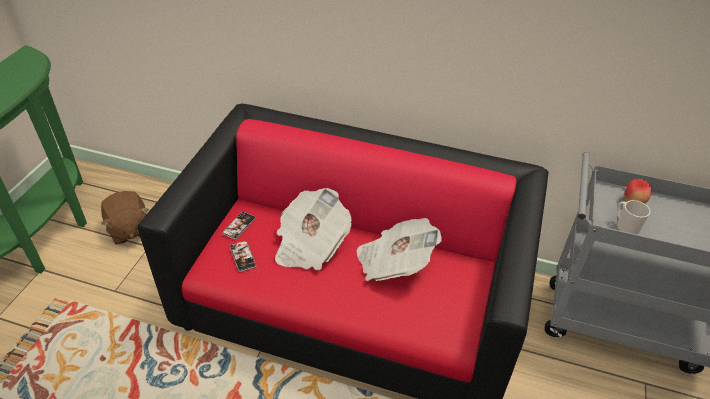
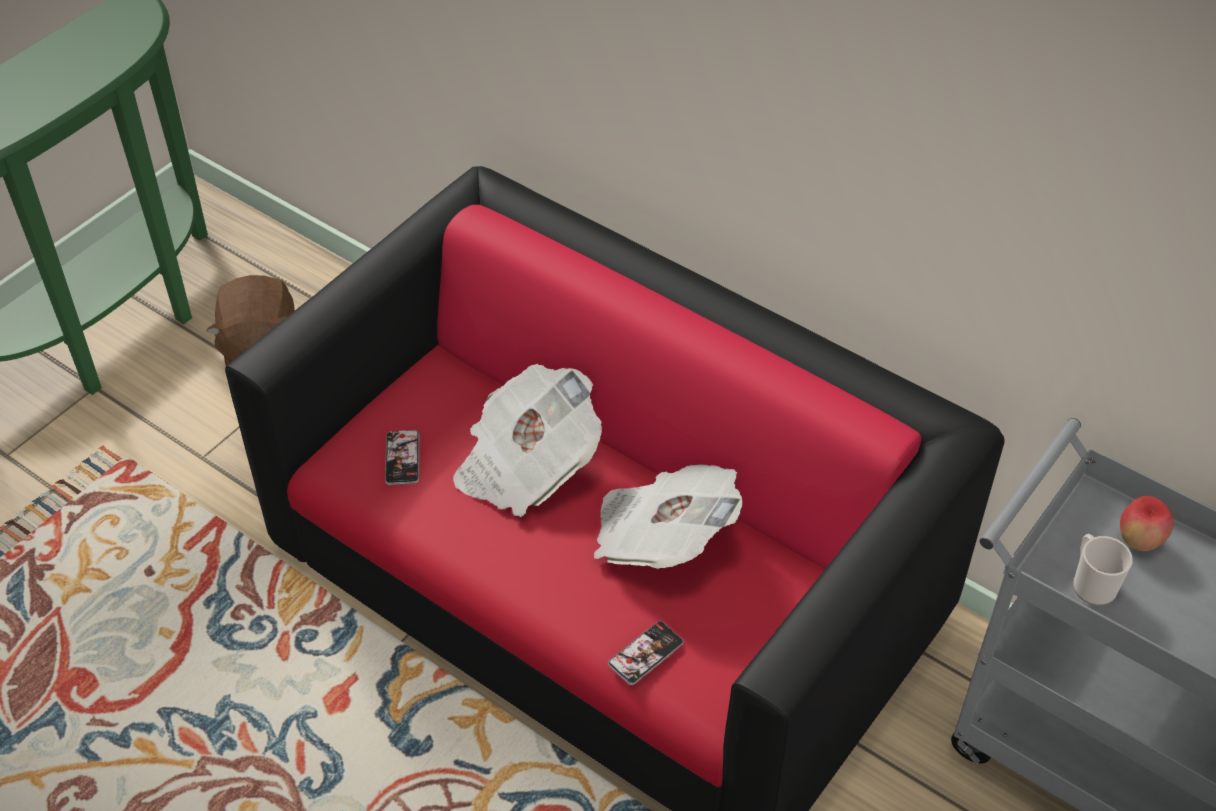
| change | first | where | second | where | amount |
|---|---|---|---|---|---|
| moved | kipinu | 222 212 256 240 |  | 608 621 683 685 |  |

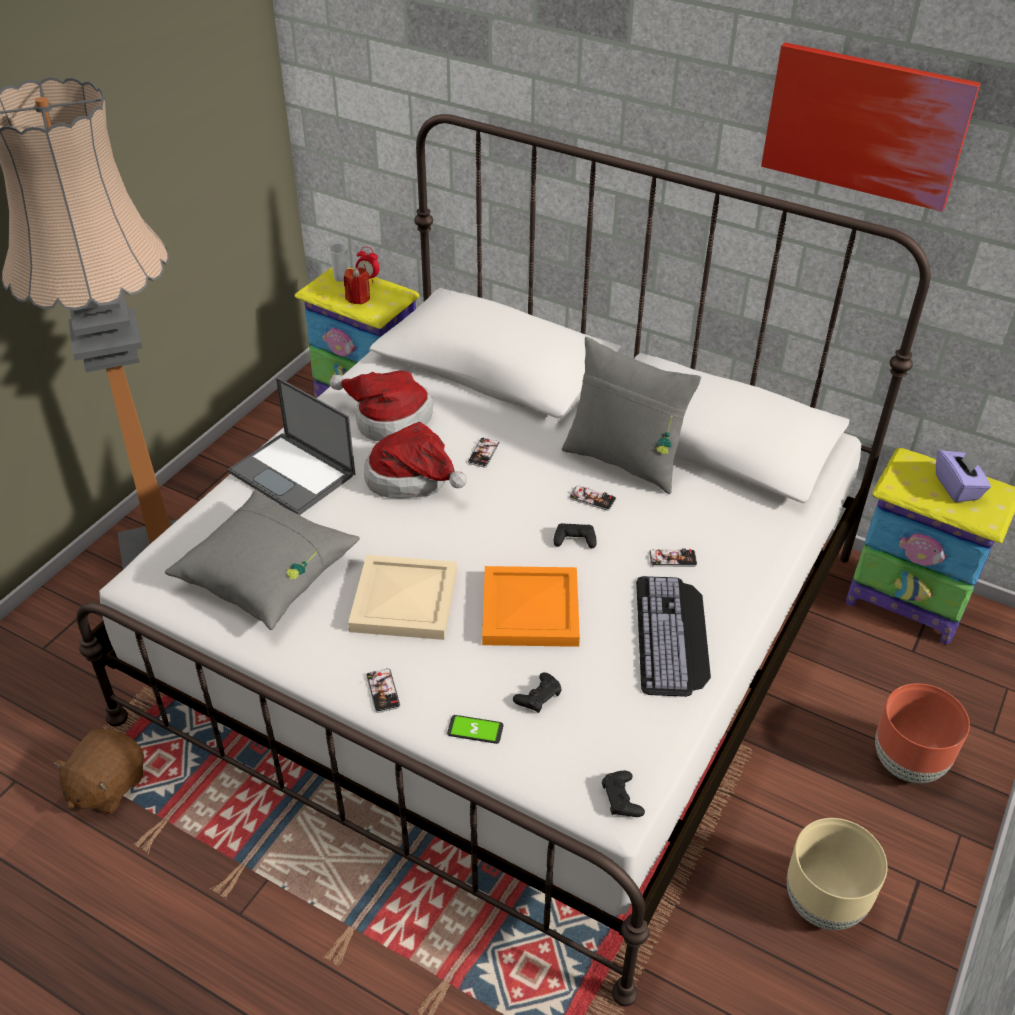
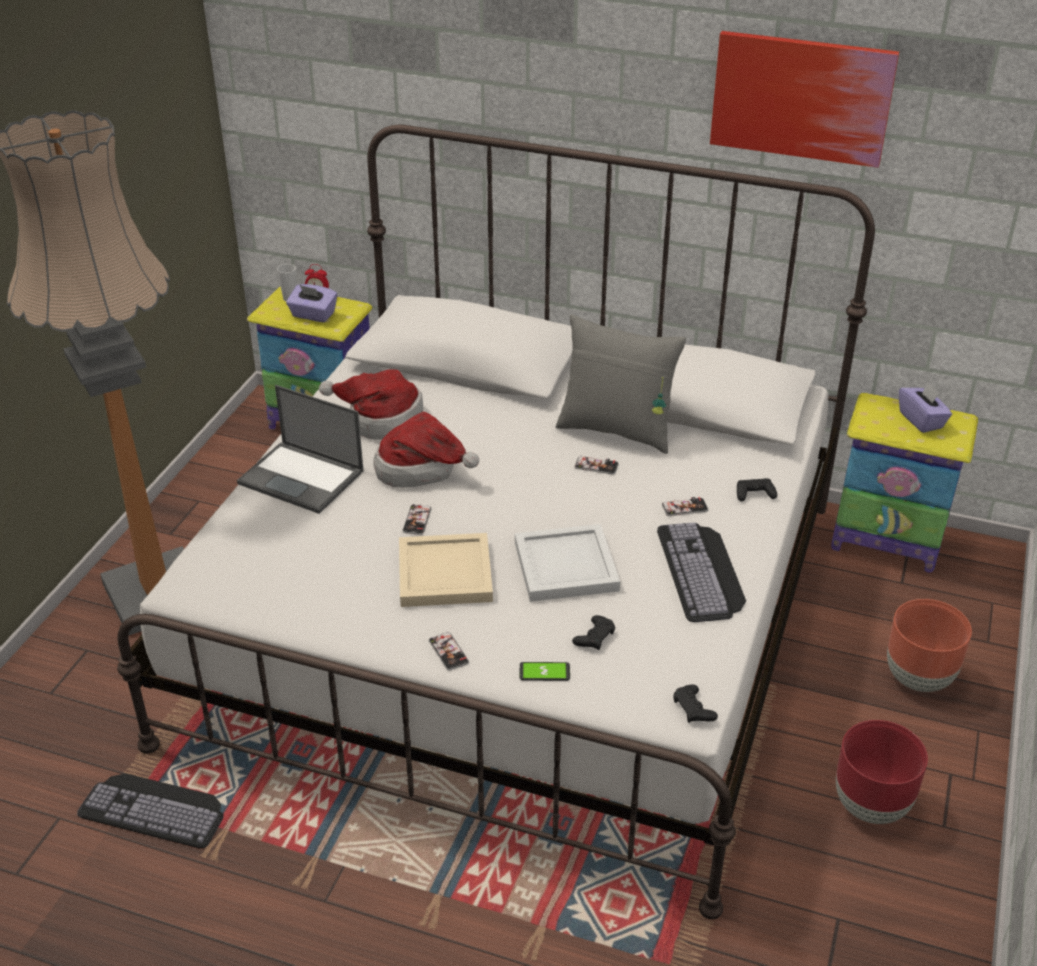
| change | first | where | second | where | amount |
|---|---|---|---|---|---|
| replaced | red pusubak | 344 267 370 304 | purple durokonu | 286 284 337 322 |  |
| moved | kipinu | 468 437 500 467 |  | 402 504 432 535 |  |
| removed | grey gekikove | 165 490 360 630 |  |  |  |
| moved | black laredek | 554 523 596 548 |  | 737 478 777 501 |  |
| recoloured | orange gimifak | 482 566 580 647 | white gimifak | 515 524 620 602 |  |
| replaced | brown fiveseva | 53 729 144 814 | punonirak | 77 773 224 848 |  |
| recoloured | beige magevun | 787 818 888 930 | red magevun | 836 720 928 824 |  |

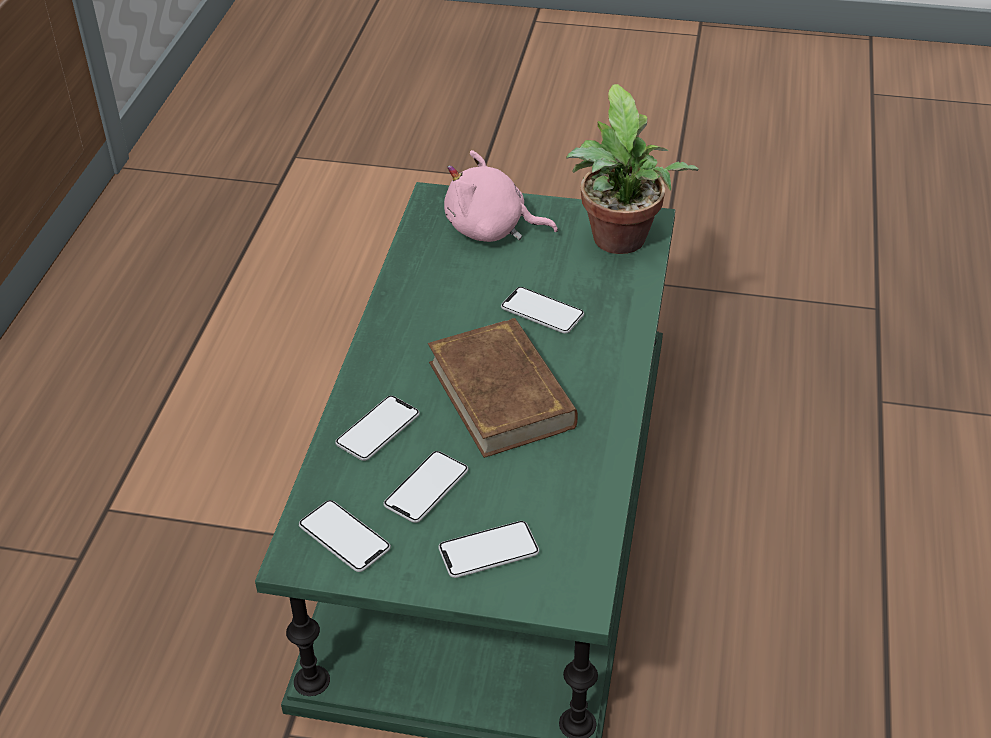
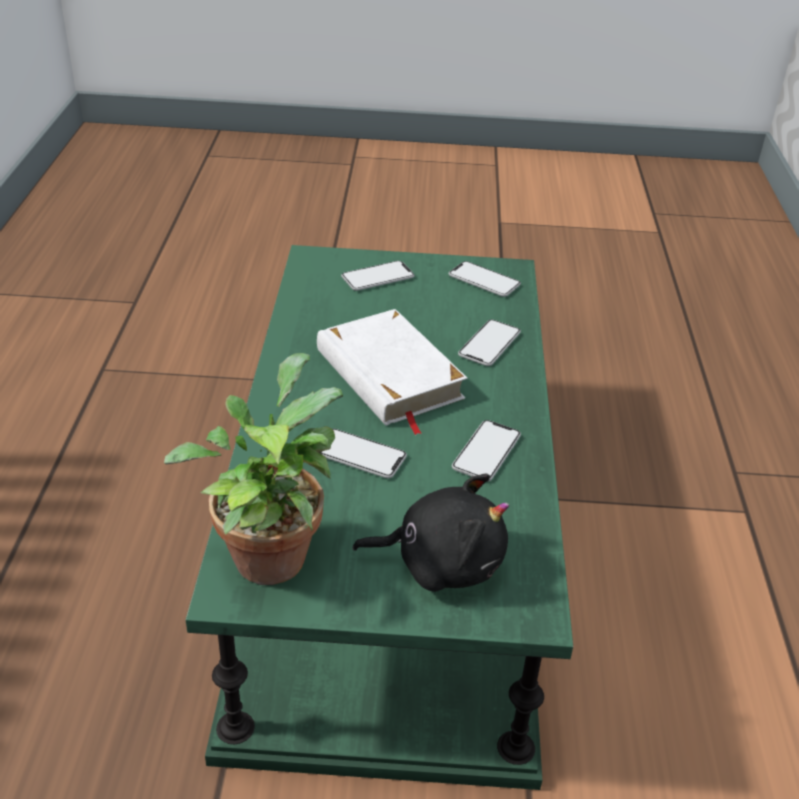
| change | first | where | second | where | amount |
|---|---|---|---|---|---|
| recoloured | pink fiveseva | 444 150 558 242 | black fiveseva | 352 474 509 592 |  |
| recoloured | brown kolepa | 428 318 578 458 | white kolepa | 317 309 467 435 |  |
| moved | kipinu | 383 451 468 523 |  | 452 420 521 481 |  |

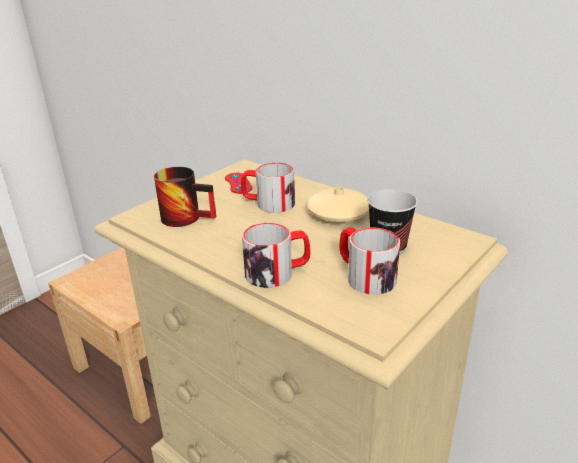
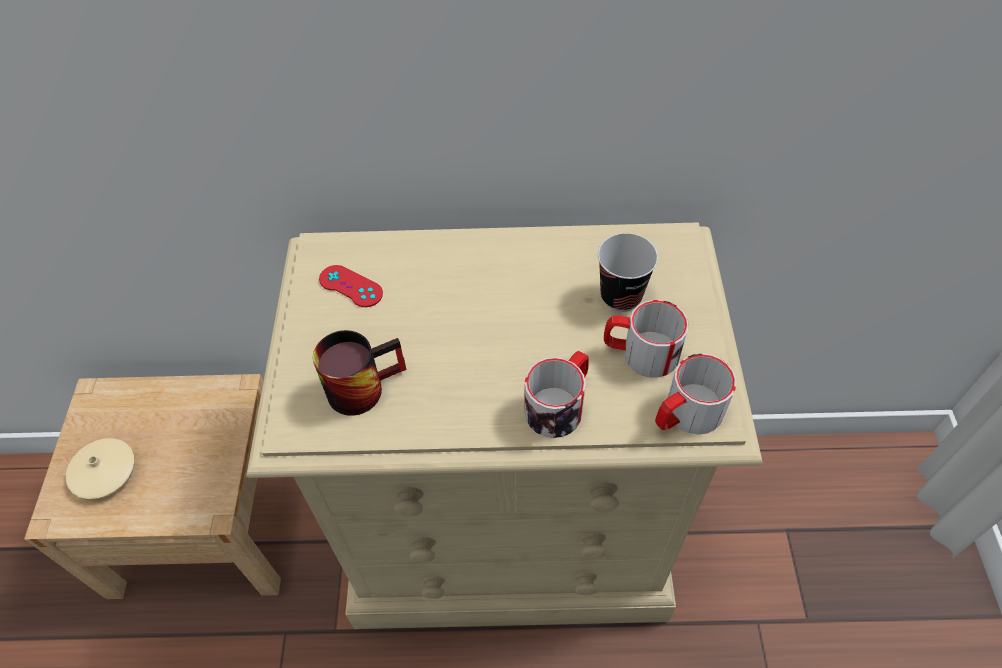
| change | first | where | second | where | amount |
|---|---|---|---|---|---|
| moved | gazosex | 241 163 295 213 |  | 655 354 736 434 |  |
| moved | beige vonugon | 307 187 369 222 |  | 66 438 135 499 |  |

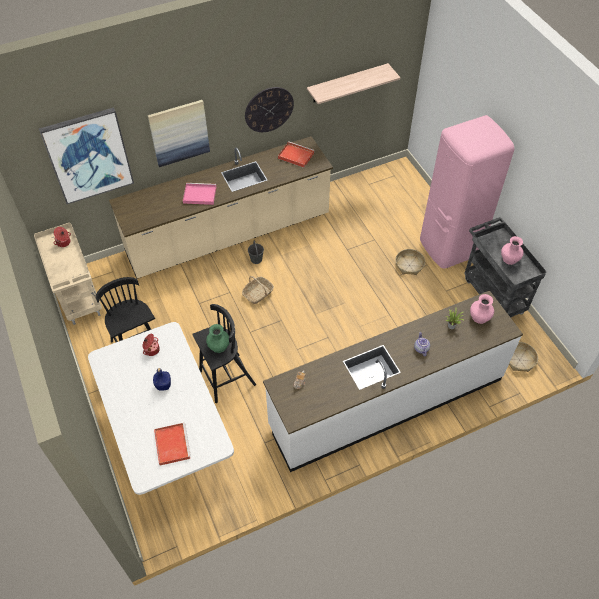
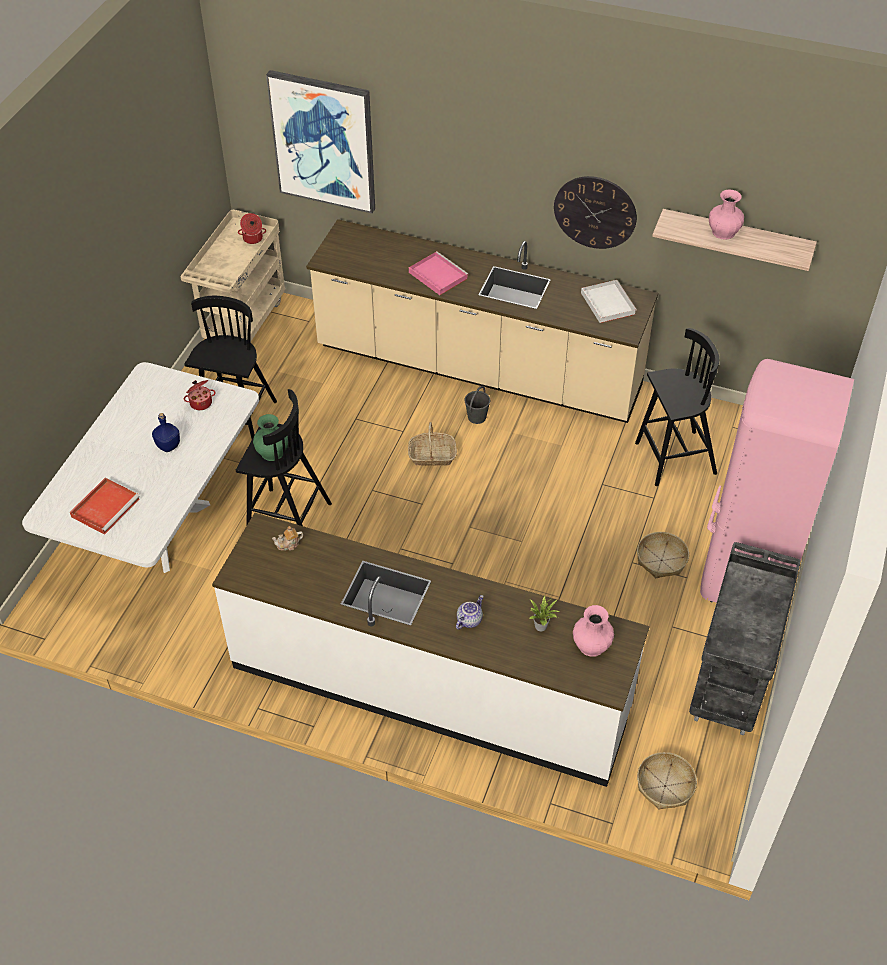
| change | first | where | second | where | amount |
|---|---|---|---|---|---|
| removed | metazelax | 148 100 210 167 |  |  |  |
| recoloured | red gimifak | 278 142 315 168 | white gimifak | 581 280 637 323 |  |
| moved | pink vonugon | 501 236 524 265 |  | 709 189 744 240 |  |
| added |  |  | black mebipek | 635 328 719 486 |  |

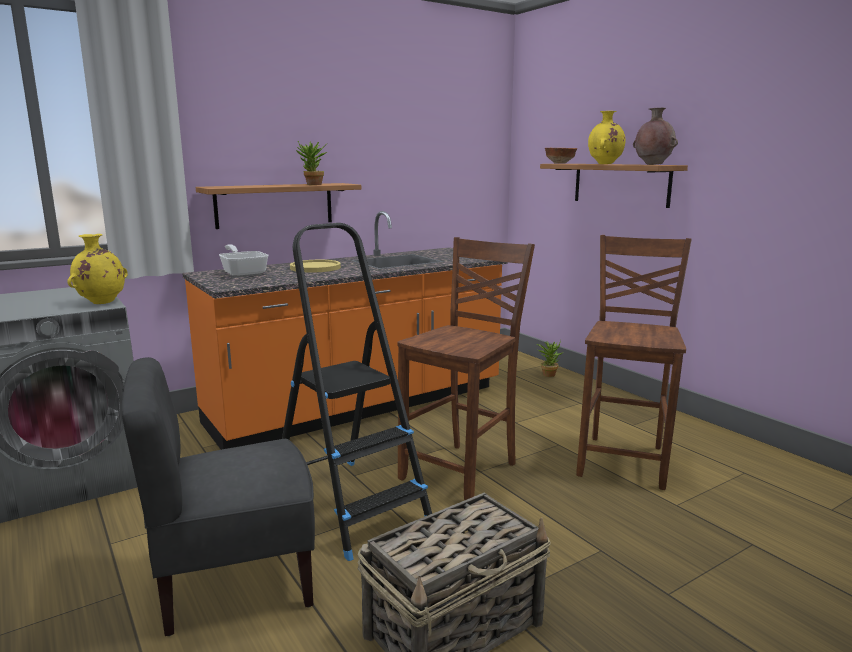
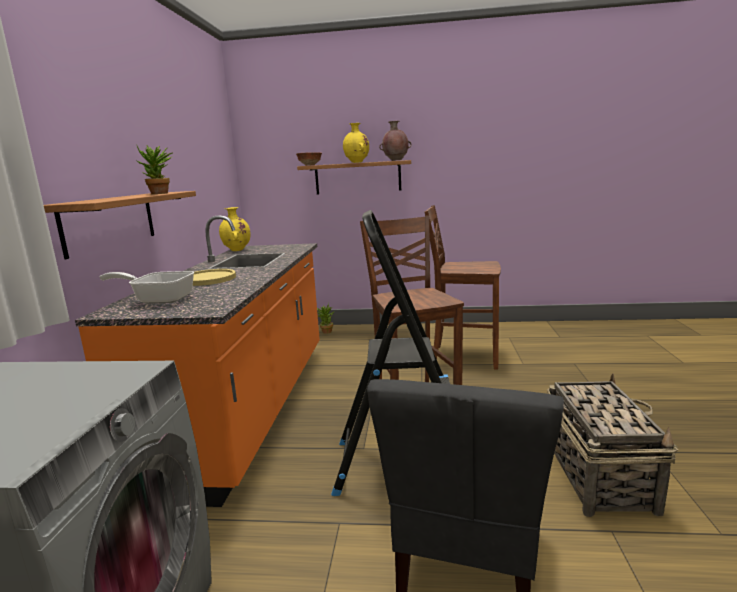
| change | first | where | second | where | amount |
|---|---|---|---|---|---|
| moved | yellow vonugon | 67 234 128 304 |  | 219 207 251 251 |  |
| turned | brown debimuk | 576 235 692 490 |  | 424 205 501 370 | 45 degrees counterclockwise |

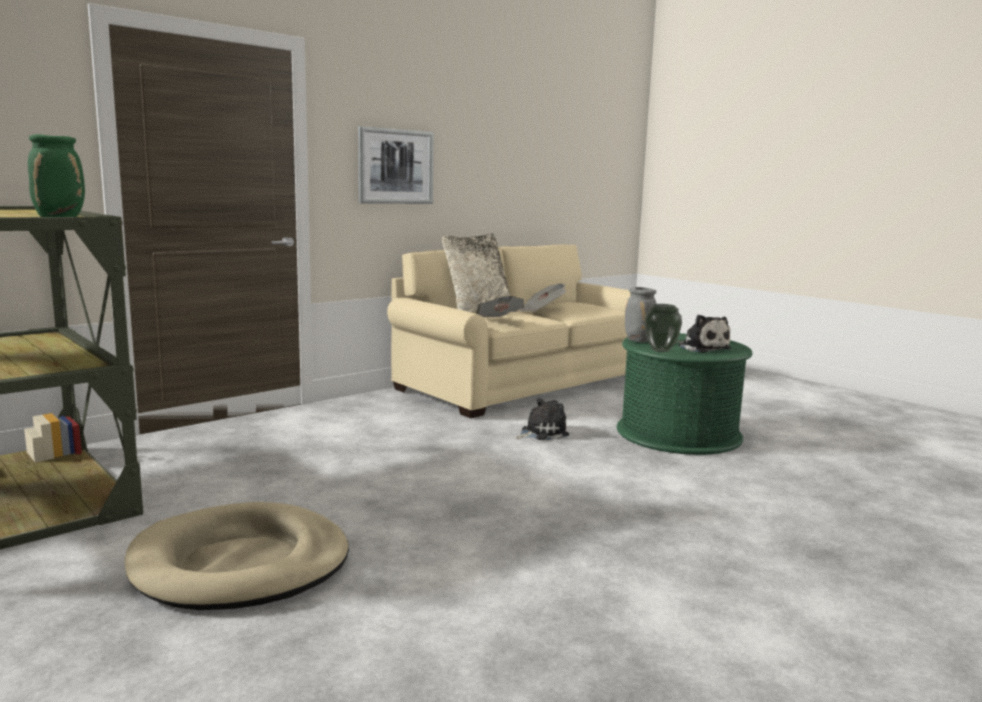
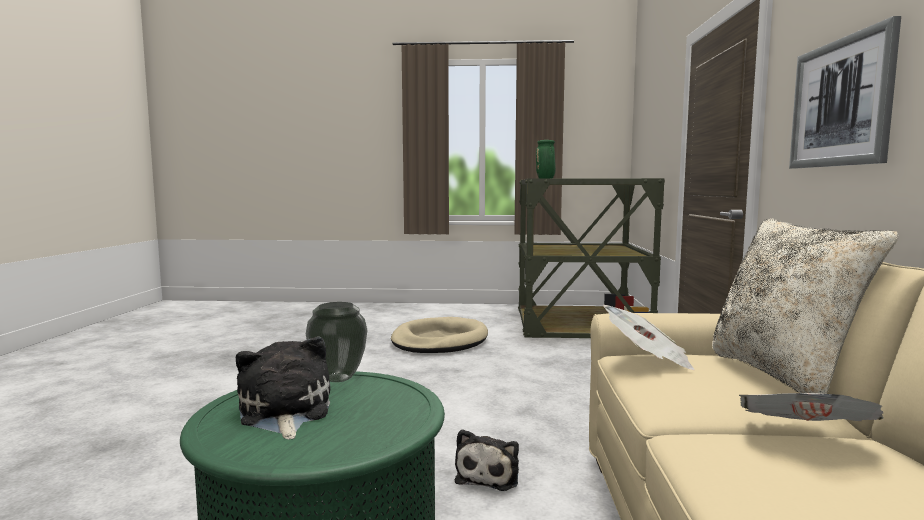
| change | first | where | second | where | amount |
|---|---|---|---|---|---|
| removed | grey vonugon | 625 287 656 343 |  |  |  |
| turned | fiveseva | 677 315 732 353 |  | 236 336 330 440 | 60 degrees clockwise |

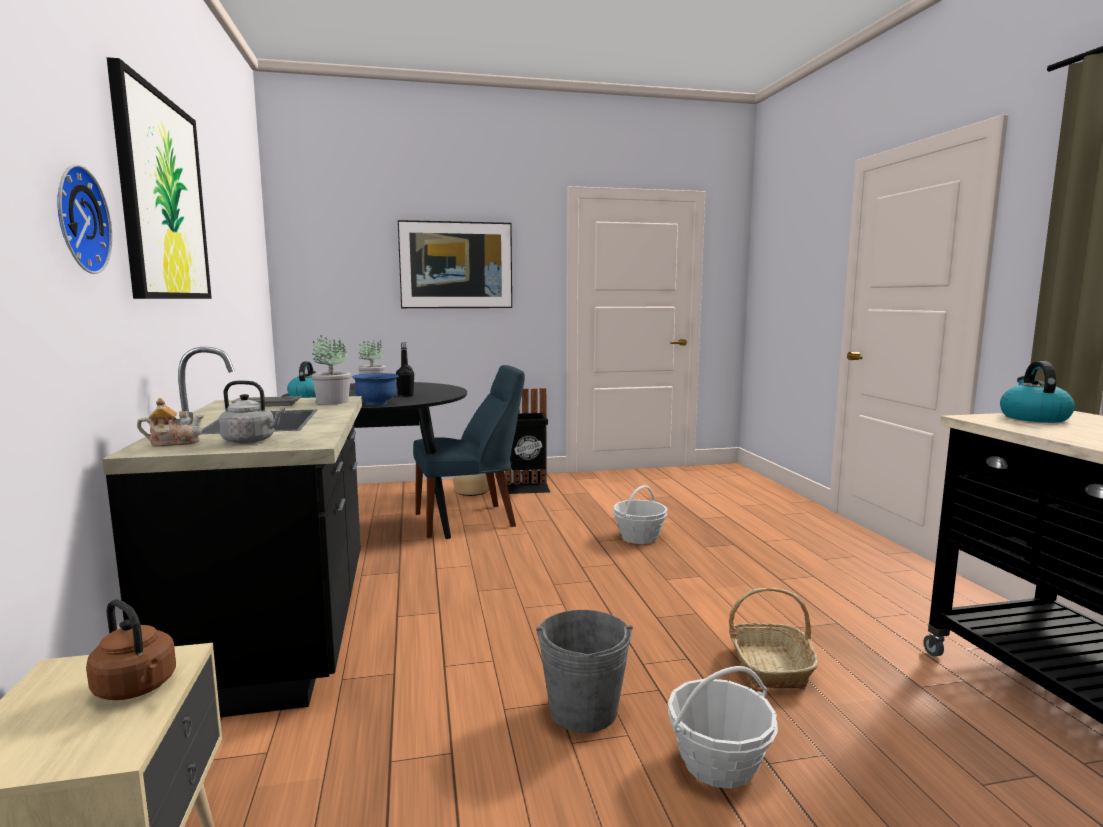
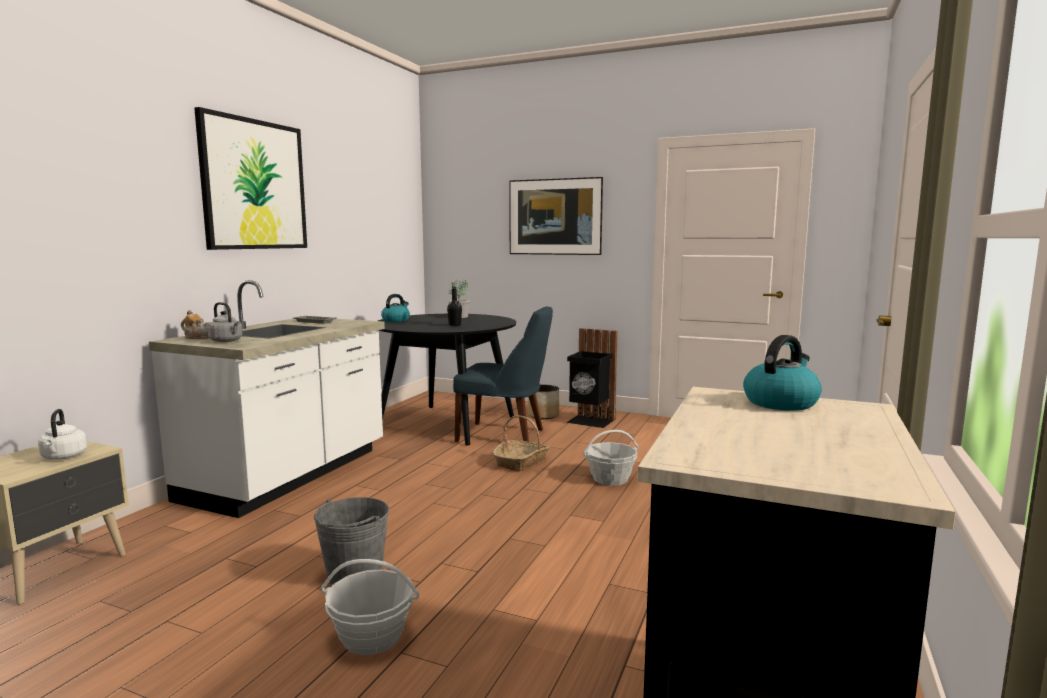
| change | first | where | second | where | amount |
|---|---|---|---|---|---|
| removed | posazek | 57 164 112 274 |  |  |  |
| removed | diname | 312 335 351 405 |  |  |  |
| recoloured | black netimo | 102 347 362 718 | white netimo | 149 280 385 518 |  |
| removed | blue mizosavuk | 352 373 399 405 |  |  |  |
| moved | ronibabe | 729 588 818 689 |  | 493 416 550 472 |  |
| recoloured | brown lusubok | 86 599 176 700 | white lusubok | 38 409 87 460 |  |

